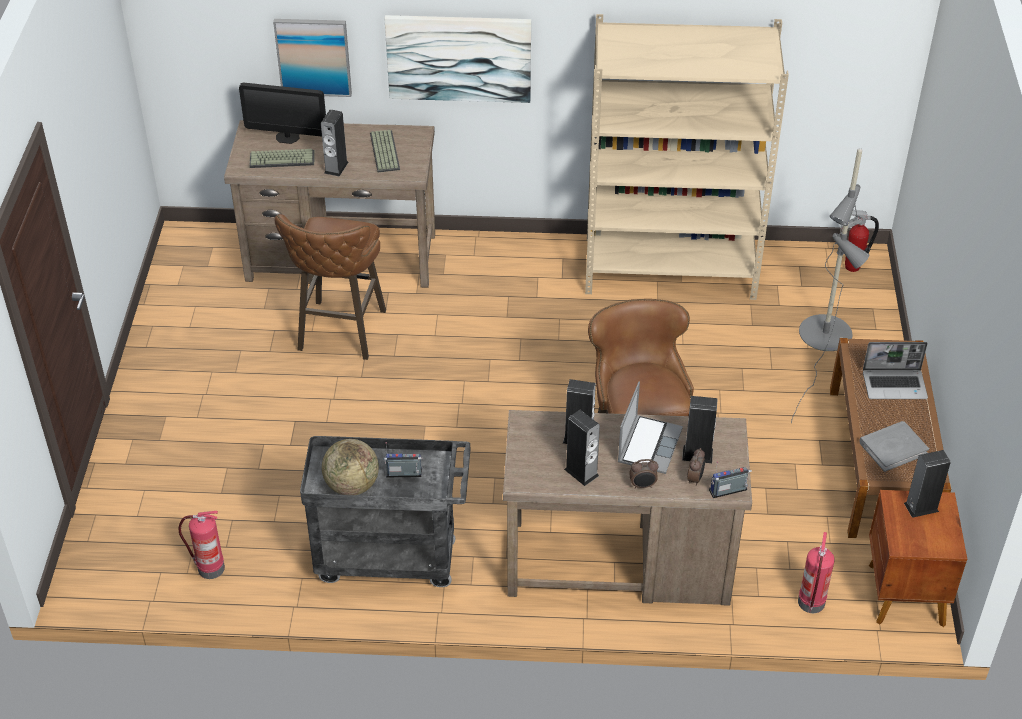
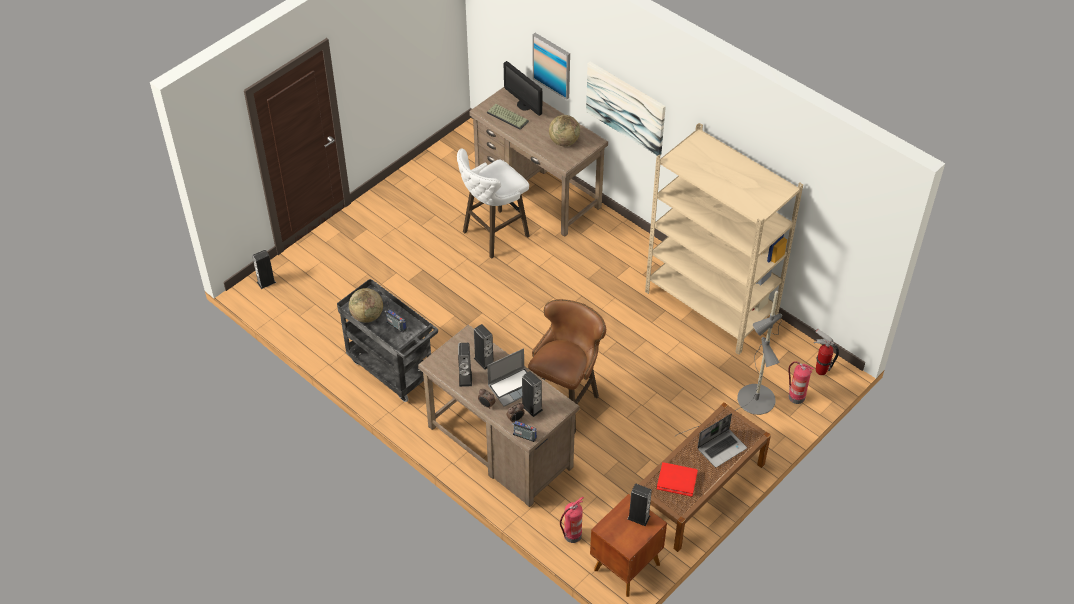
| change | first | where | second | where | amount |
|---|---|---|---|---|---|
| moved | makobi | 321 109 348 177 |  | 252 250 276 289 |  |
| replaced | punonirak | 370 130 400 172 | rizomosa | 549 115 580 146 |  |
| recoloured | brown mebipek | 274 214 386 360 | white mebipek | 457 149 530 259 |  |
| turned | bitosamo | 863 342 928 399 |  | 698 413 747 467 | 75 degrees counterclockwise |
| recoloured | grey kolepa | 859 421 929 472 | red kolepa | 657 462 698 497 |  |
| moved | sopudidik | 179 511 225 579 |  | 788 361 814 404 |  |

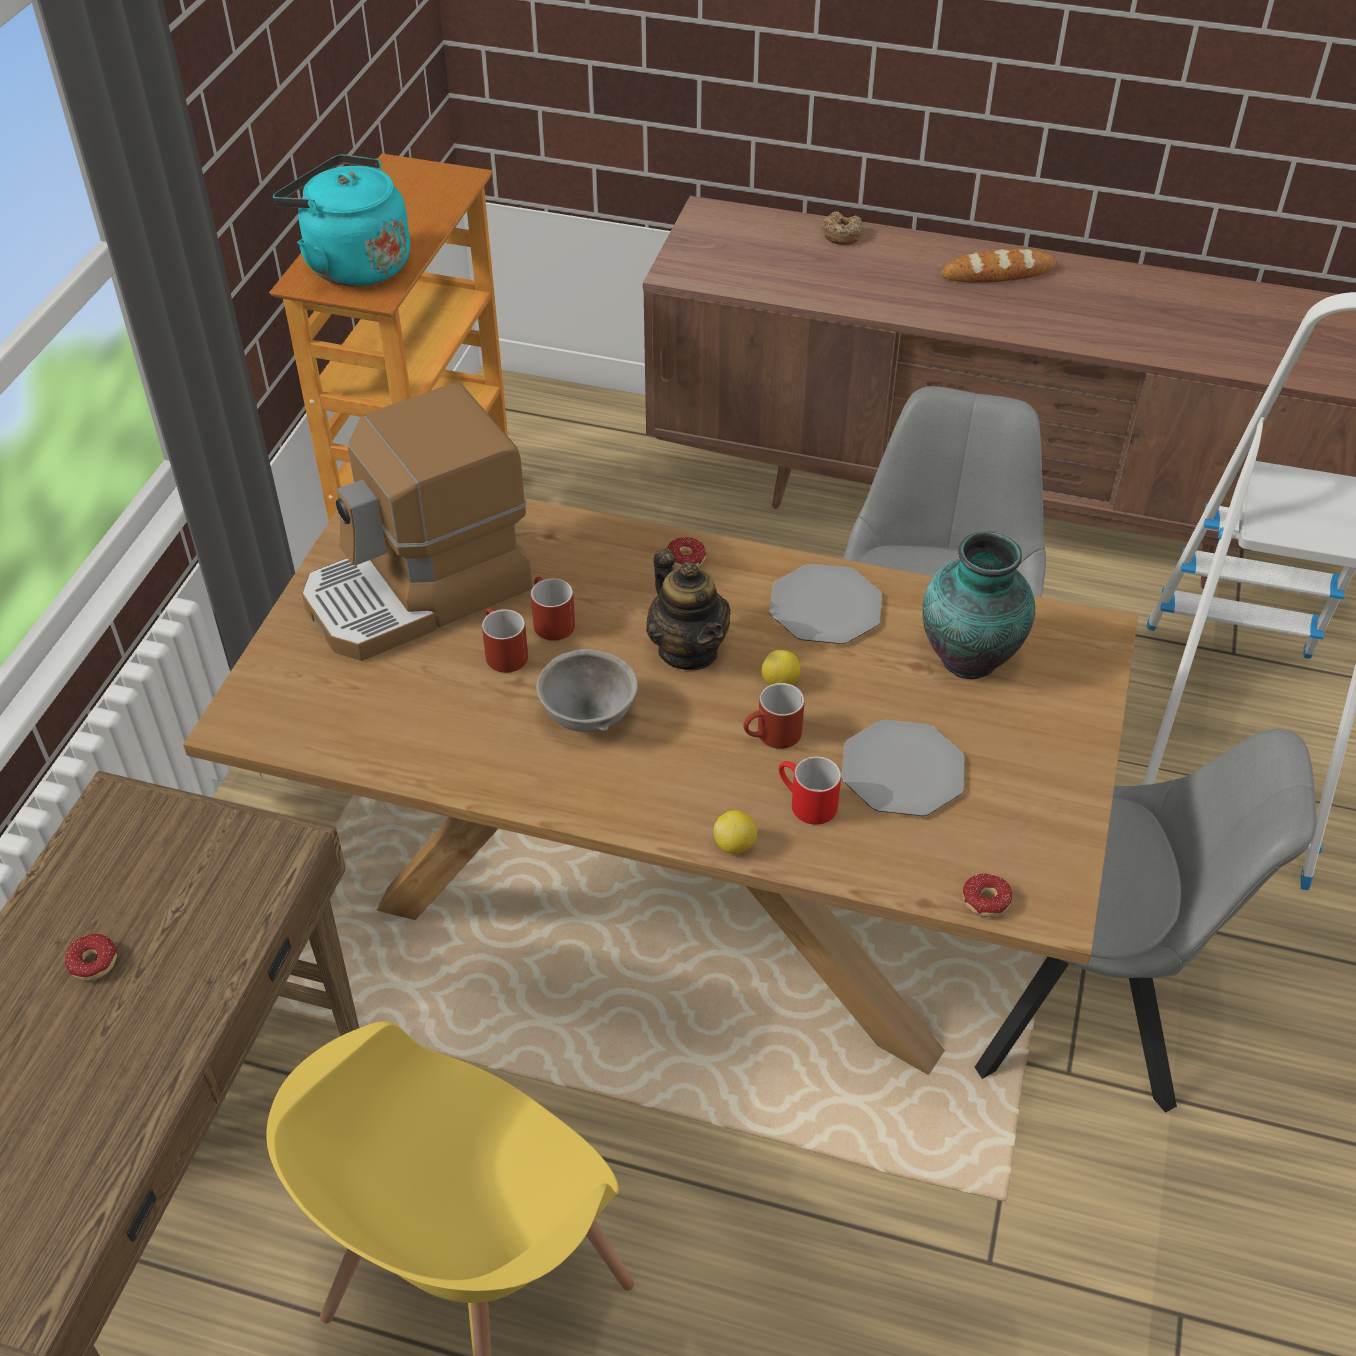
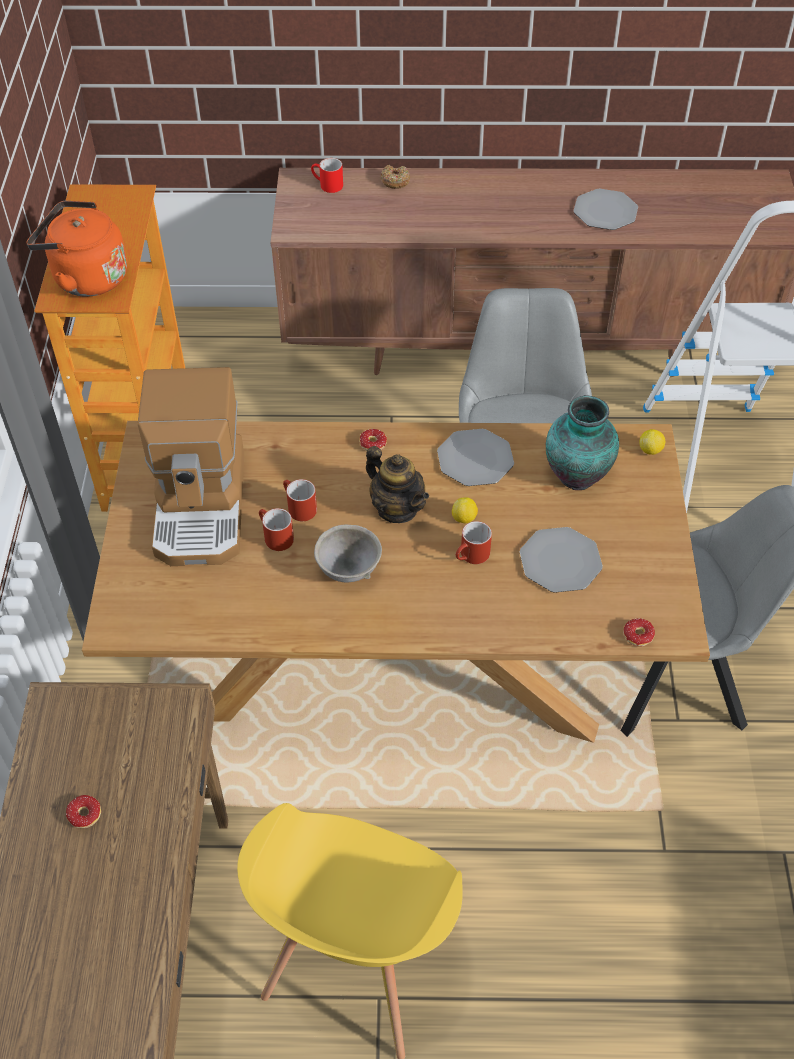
| change | first | where | second | where | amount |
|---|---|---|---|---|---|
| recoloured | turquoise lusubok | 273 154 410 286 | orange lusubok | 26 201 127 297 |  |
| removed | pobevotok | 941 248 1057 283 |  |  |  |
| turned | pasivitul | 302 383 533 661 |  | 138 367 244 566 | 45 degrees counterclockwise |
| moved | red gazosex | 779 756 841 825 |  | 311 158 343 193 |  |
| moved | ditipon | 714 810 757 854 |  | 639 429 665 455 |  |
| added |  |  | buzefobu | 574 189 638 230 |  |

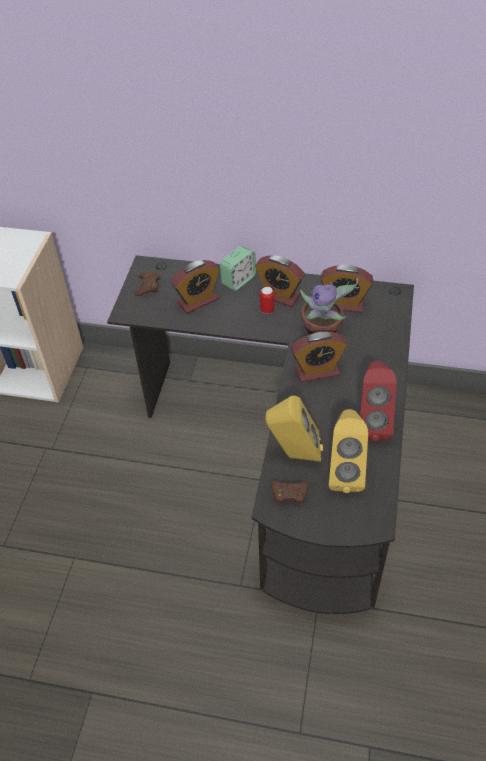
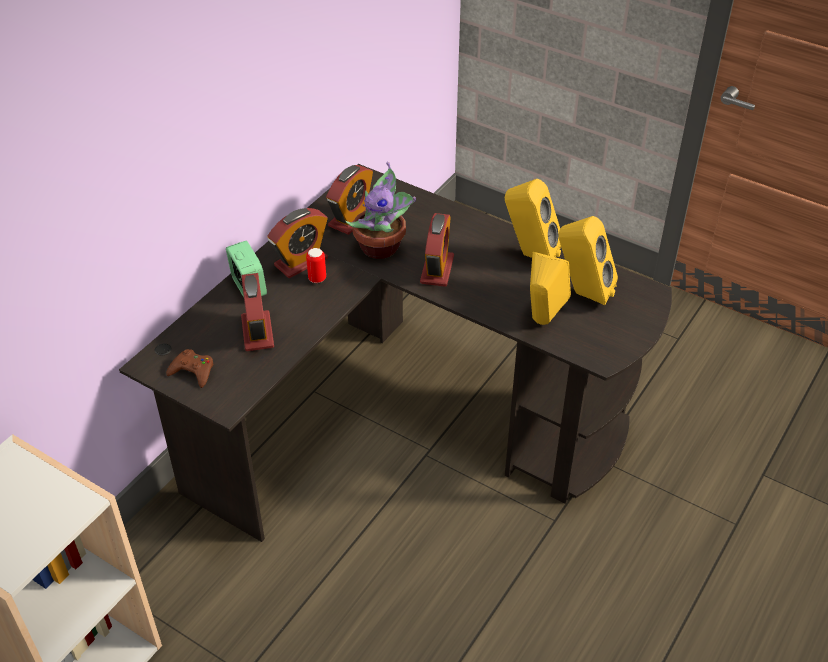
| change | first | where | second | where | amount |
|---|---|---|---|---|---|
| recoloured | red makobi | 360 361 396 441 | yellow makobi | 505 179 561 258 |  |
| removed | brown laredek | 271 480 309 505 |  |  |  |

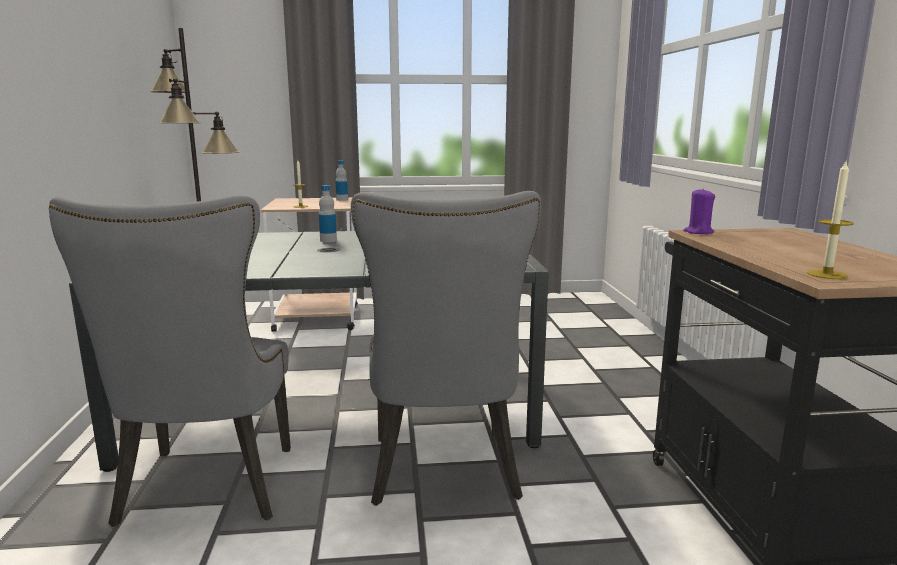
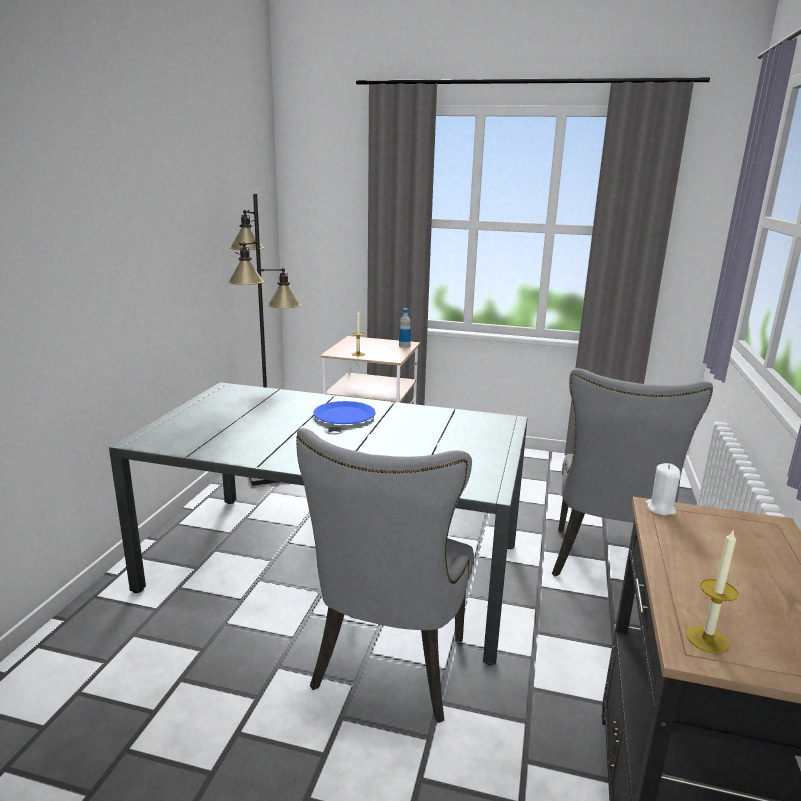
| change | first | where | second | where | amount |
|---|---|---|---|---|---|
| replaced | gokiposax | 319 185 337 242 | blue buzefobu | 313 401 376 424 |  |
| recoloured | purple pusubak | 683 188 715 234 | white pusubak | 645 463 680 515 |  |
| moved | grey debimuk | 49 195 291 527 |  | 552 368 713 576 |  |

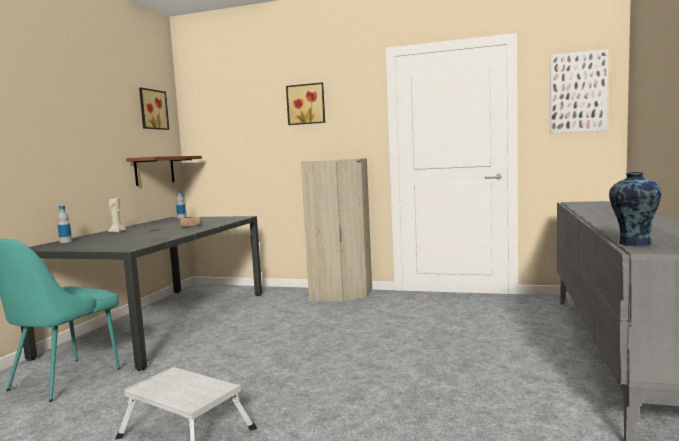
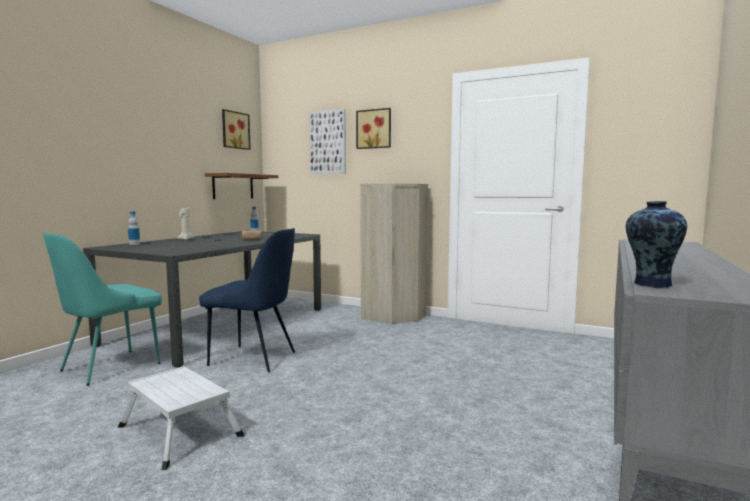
| change | first | where | second | where | amount |
|---|---|---|---|---|---|
| moved | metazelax | 550 49 609 134 |  | 309 109 346 174 |  |
| added |  |  | blue debimuk | 199 228 295 372 |  |

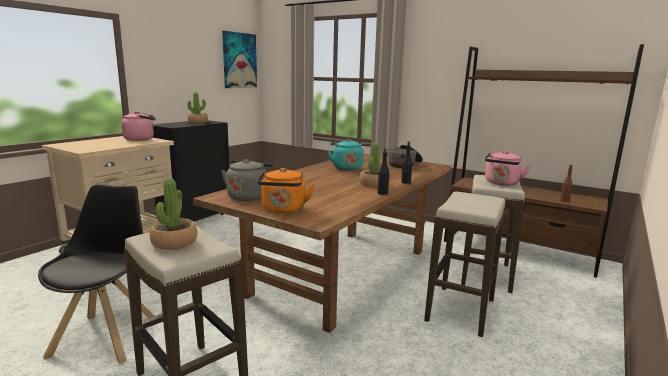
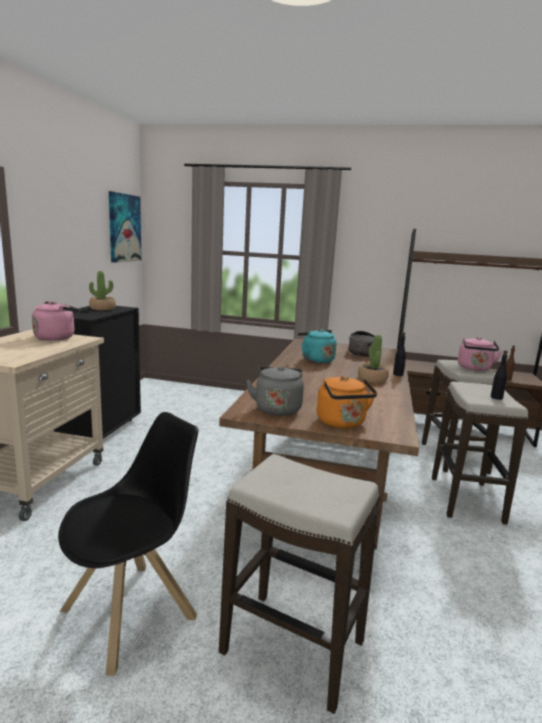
| change | first | where | second | where | amount |
|---|---|---|---|---|---|
| moved | black gokiposax | 378 148 389 195 |  | 491 350 508 400 |  |
| removed | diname | 150 178 197 250 |  |  |  |
| turned | black debimuk | 38 184 154 364 |  | 58 412 198 676 | 60 degrees clockwise |

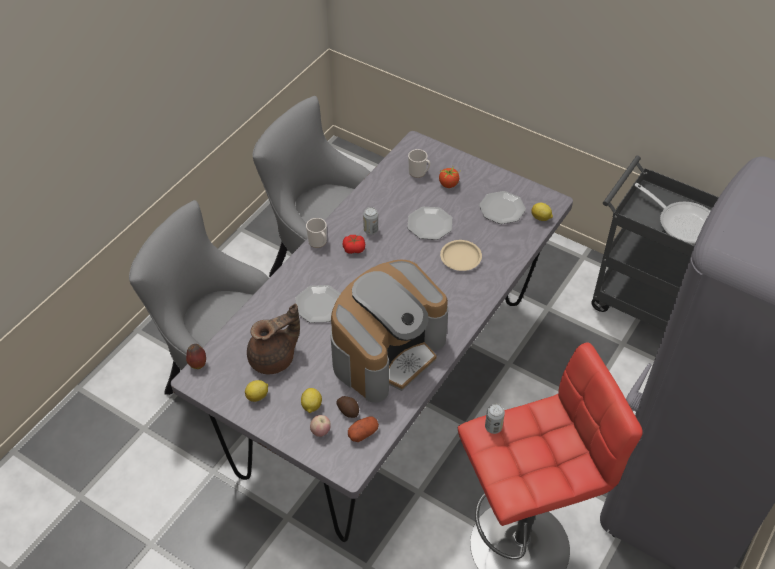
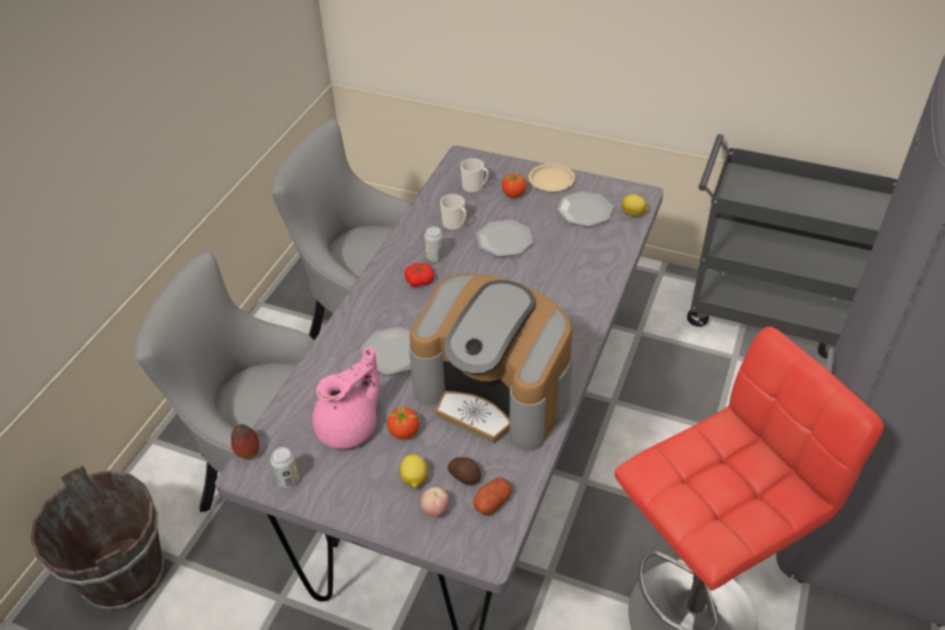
| change | first | where | second | where | amount |
|---|---|---|---|---|---|
| removed | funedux | 634 183 710 245 |  |  |  |
| moved | gazosex | 306 218 327 248 |  | 440 194 467 230 |  |
| moved | beige buzefobu | 440 240 482 271 |  | 529 164 575 191 |  |
| turned | pasivitul | 330 259 448 403 |  | 409 274 573 451 | 90 degrees clockwise |
| recoloured | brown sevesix | 247 303 300 375 | pink sevesix | 313 346 379 449 |  |
| removed | ditipon | 245 380 268 402 |  |  |  |
| moved | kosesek | 485 404 505 434 |  | 270 447 299 488 |  |
| added |  |  | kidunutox | 387 404 419 440 |  |
| added |  |  | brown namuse | 30 465 164 611 |  |

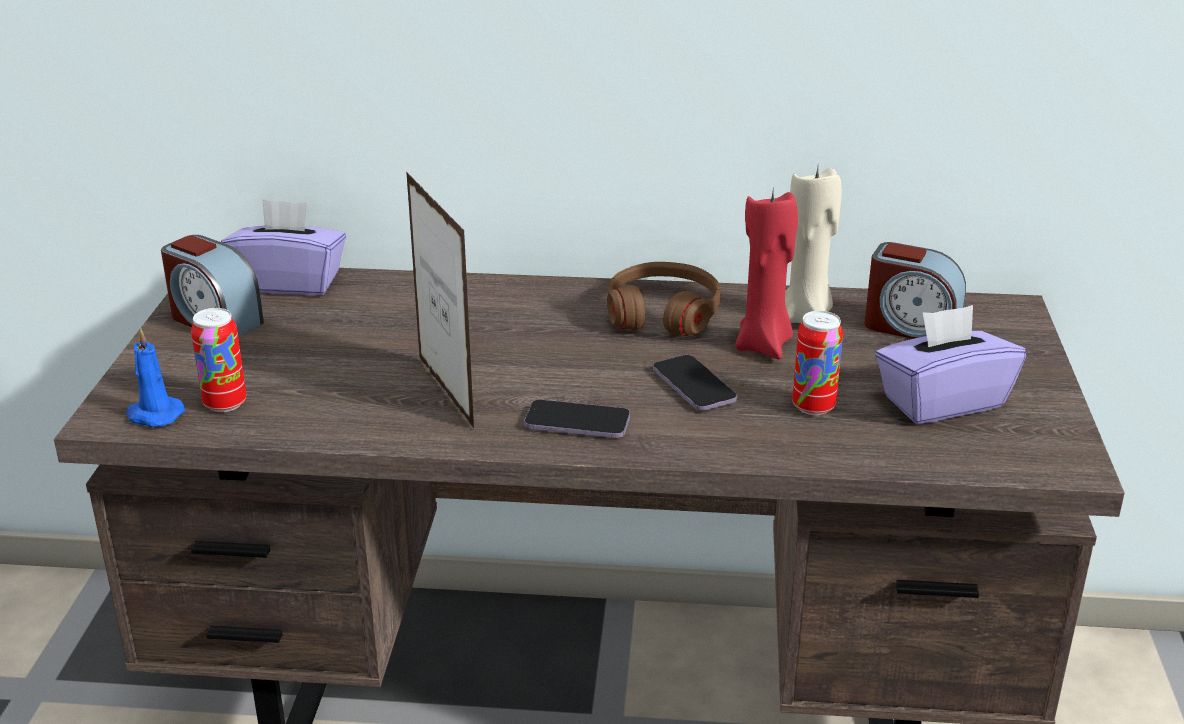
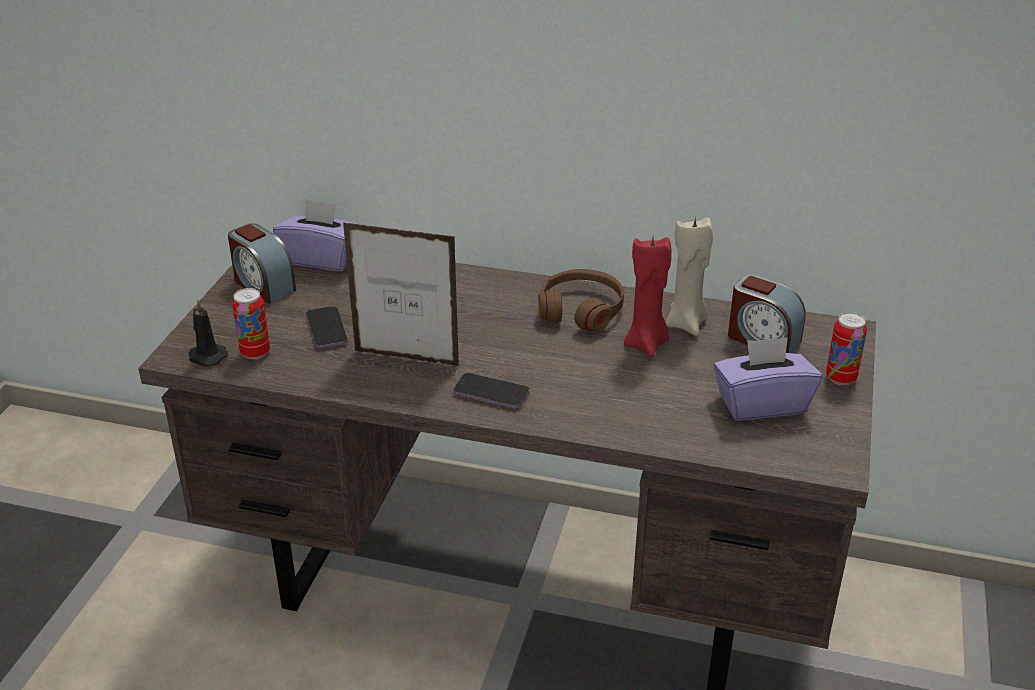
| change | first | where | second | where | amount |
|---|---|---|---|---|---|
| turned | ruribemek | 406 171 474 428 |  | 343 222 459 366 | 120 degrees clockwise |
| moved | kosesek | 792 311 843 415 |  | 826 312 867 385 |  |
| recoloured | blue pusubak | 126 328 185 427 | black pusubak | 189 299 228 366 |  |
| moved | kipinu | 653 355 737 411 |  | 306 306 348 348 |  |

